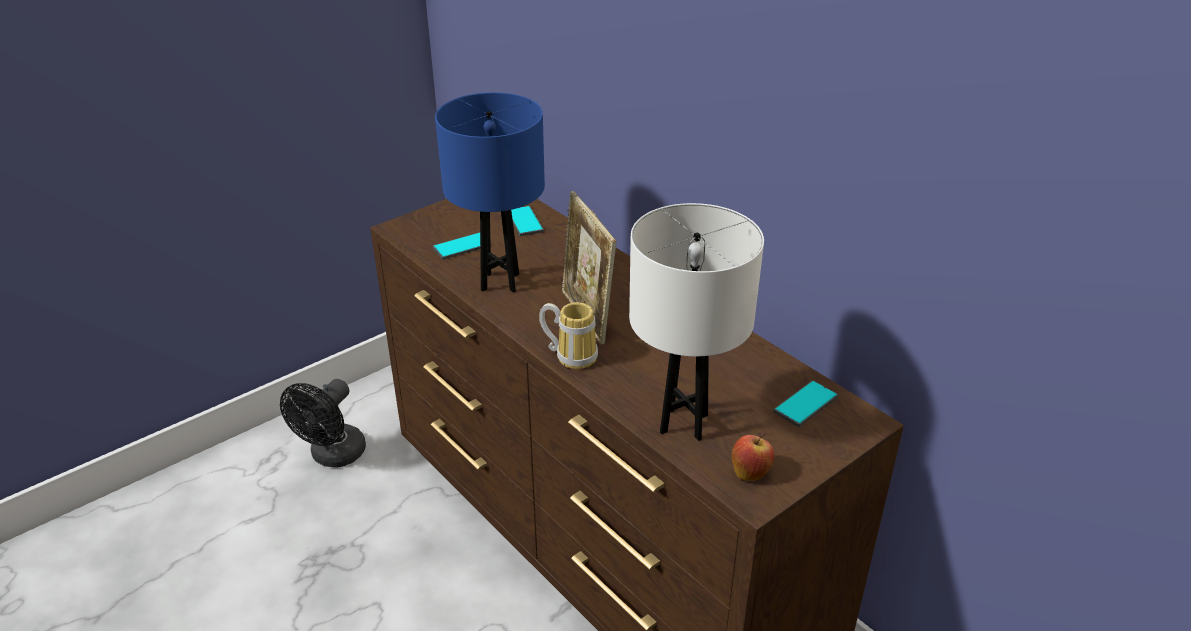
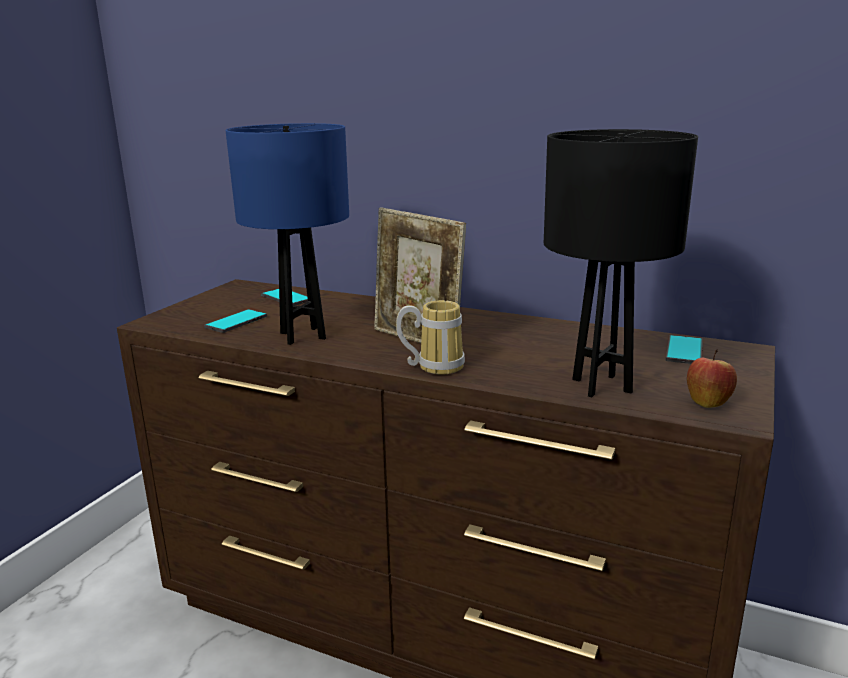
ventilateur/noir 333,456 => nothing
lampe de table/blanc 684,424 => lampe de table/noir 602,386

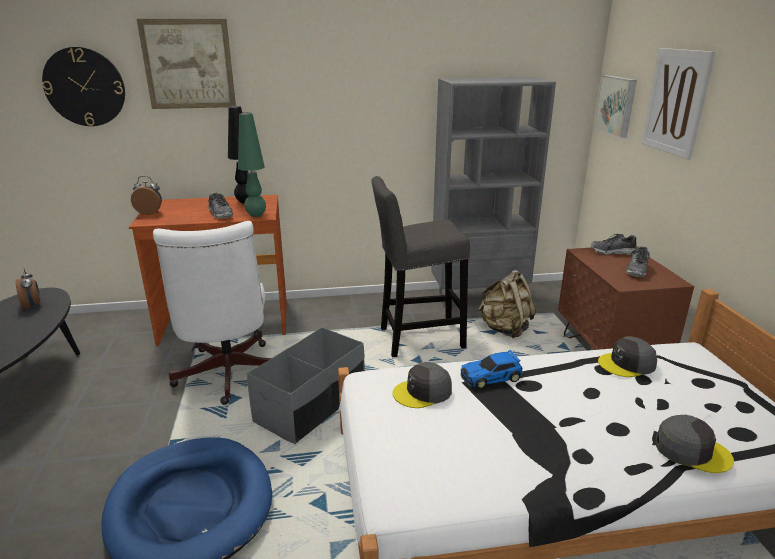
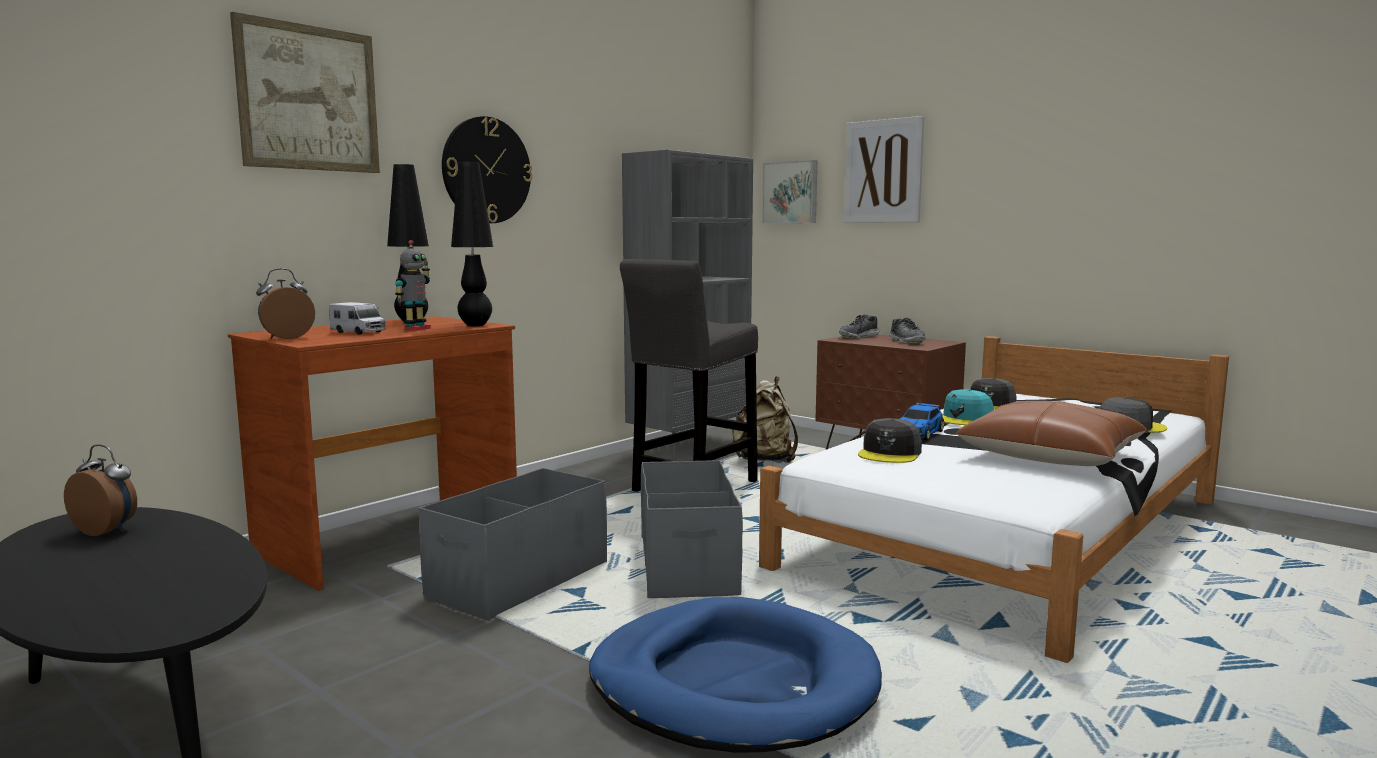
horloge murale 85,87 => horloge murale 486,170, moved
chaise de bureau/blanc 228,376 => boîte de rangement/gris 518,580
chaussure 221,214 => robot jouet 416,329
lampe de table/vert 256,215 => lampe de table/noir 475,325
nothing => camion jouet 358,332
nothing => casquette/turquoise 964,419
nothing => coussin/marron 1050,456

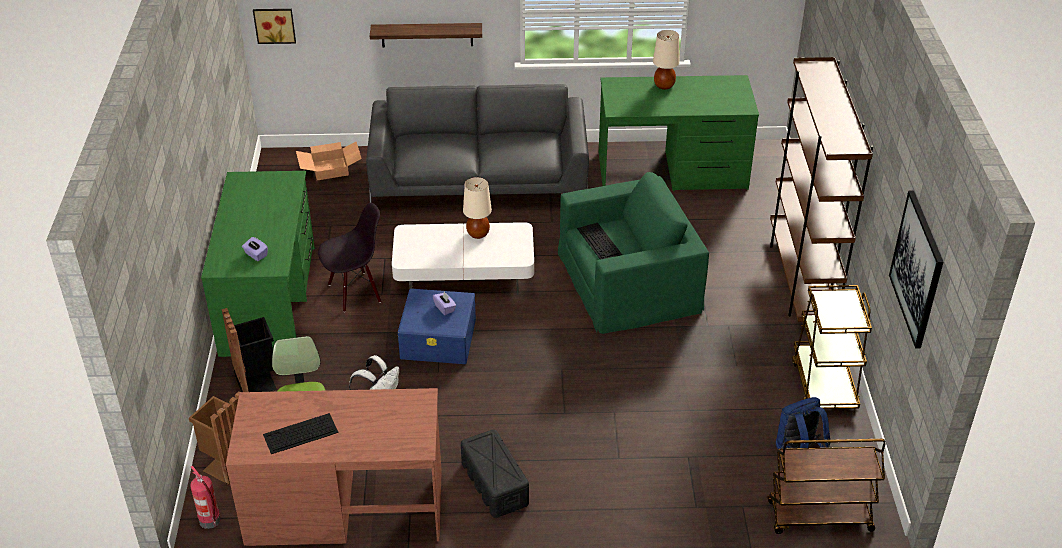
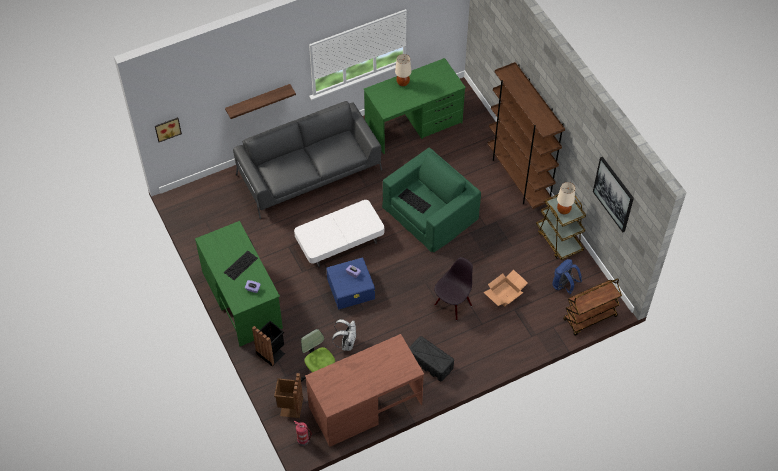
clavier 300,434 => clavier 240,265, moved
carton 330,168 => carton 504,293, moved
chaise/noir 354,292 => chaise/noir 452,304, moved
lampe de table/beige 478,234 => lampe de table/beige 563,210, moved

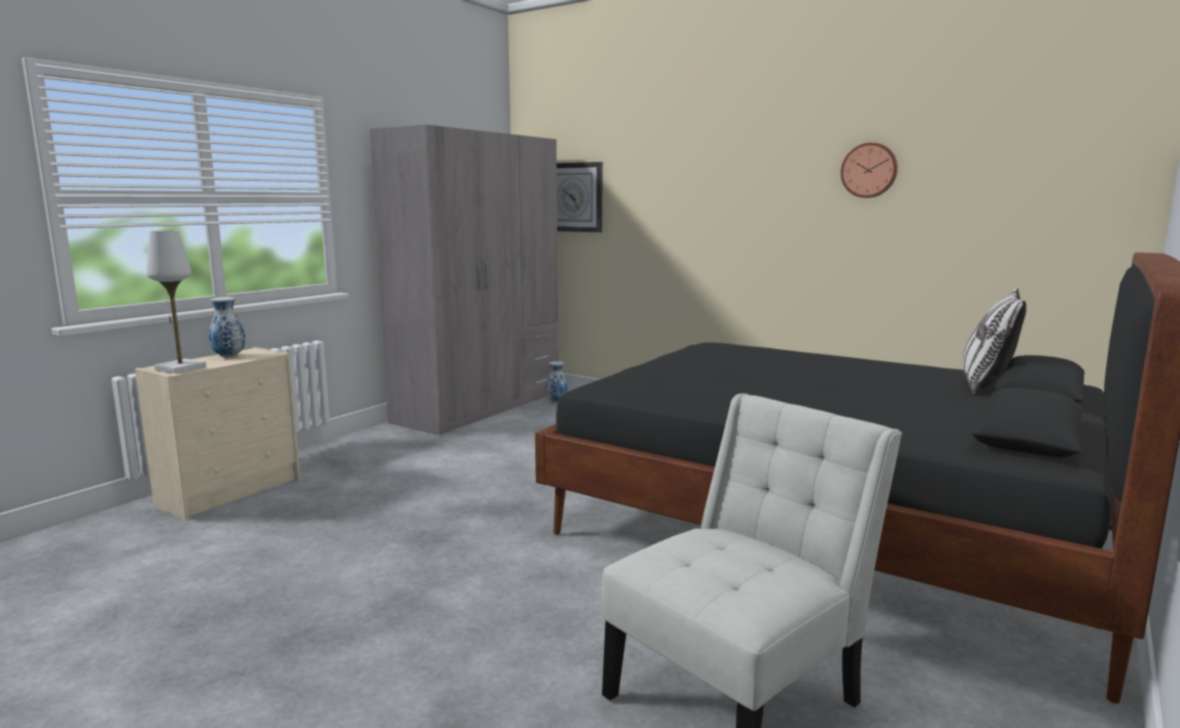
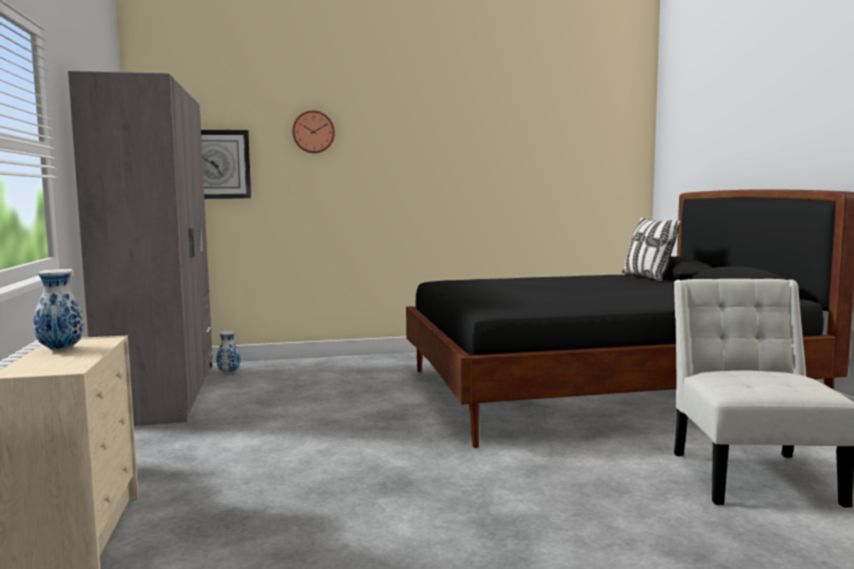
lampe de table/blanc 180,368 => nothing
horloge murale 869,170 => horloge murale 313,132, moved

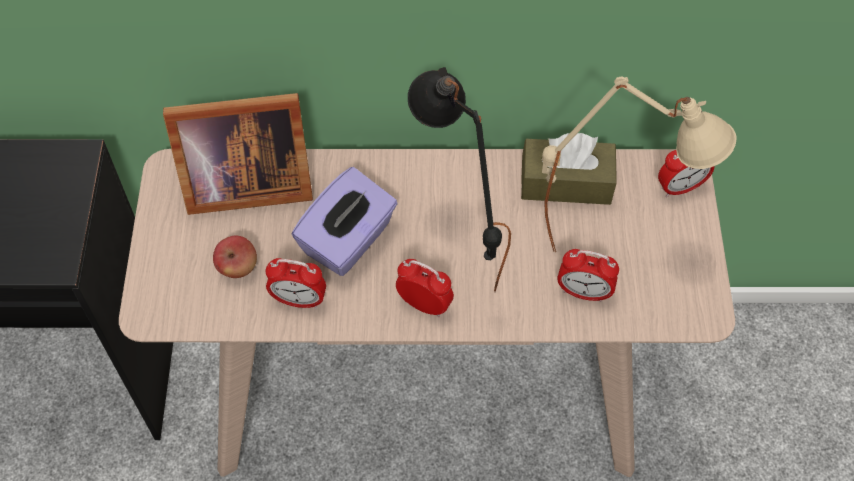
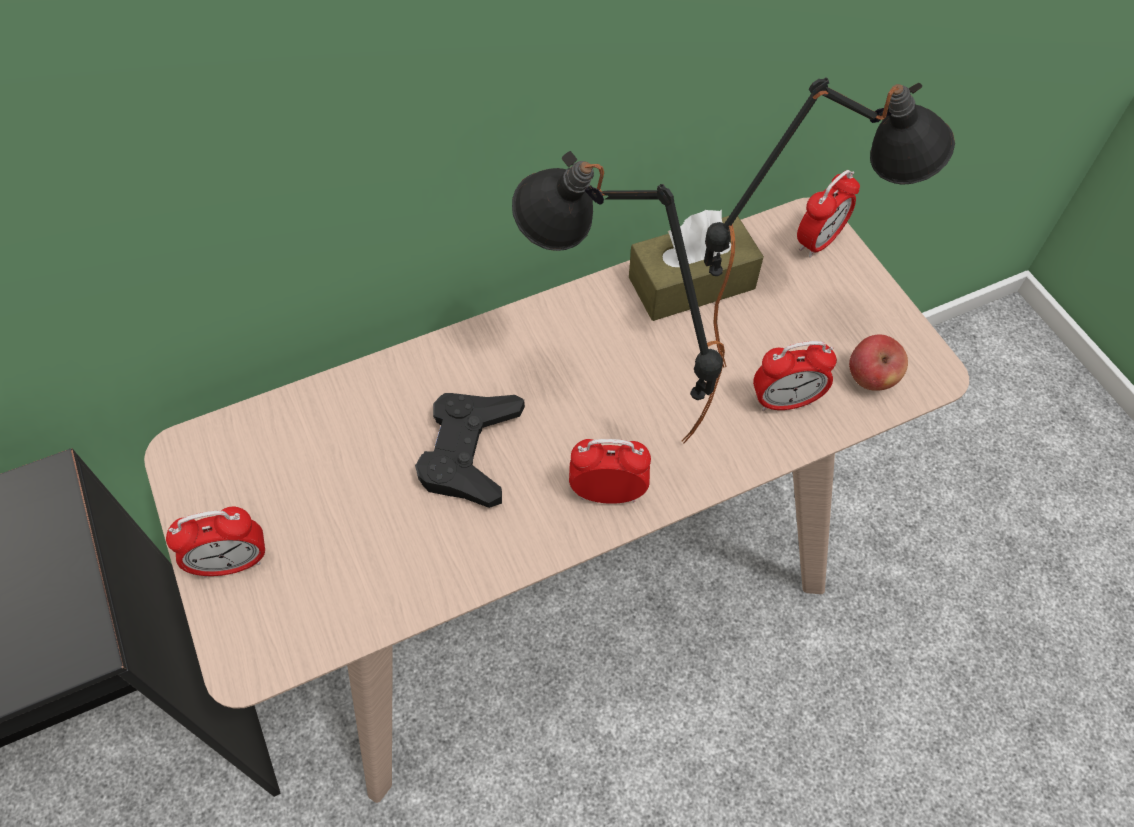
cadre photo 243,183 => nothing
pomme 238,267 => pomme 871,378, moved
réveil 299,300 => réveil 232,563, moved
boîte à mouchoirs/violet 348,240 => manette/noir 470,452
lampe de table/beige 611,241 => lampe de table/noir 780,330

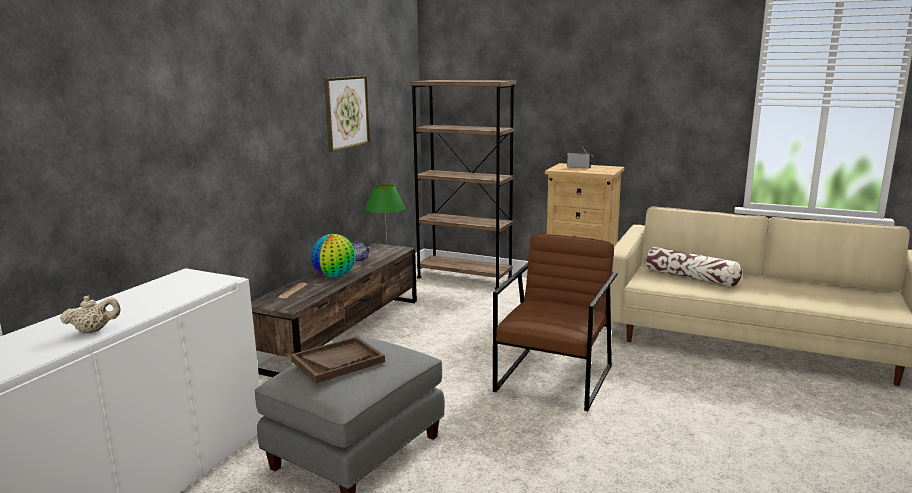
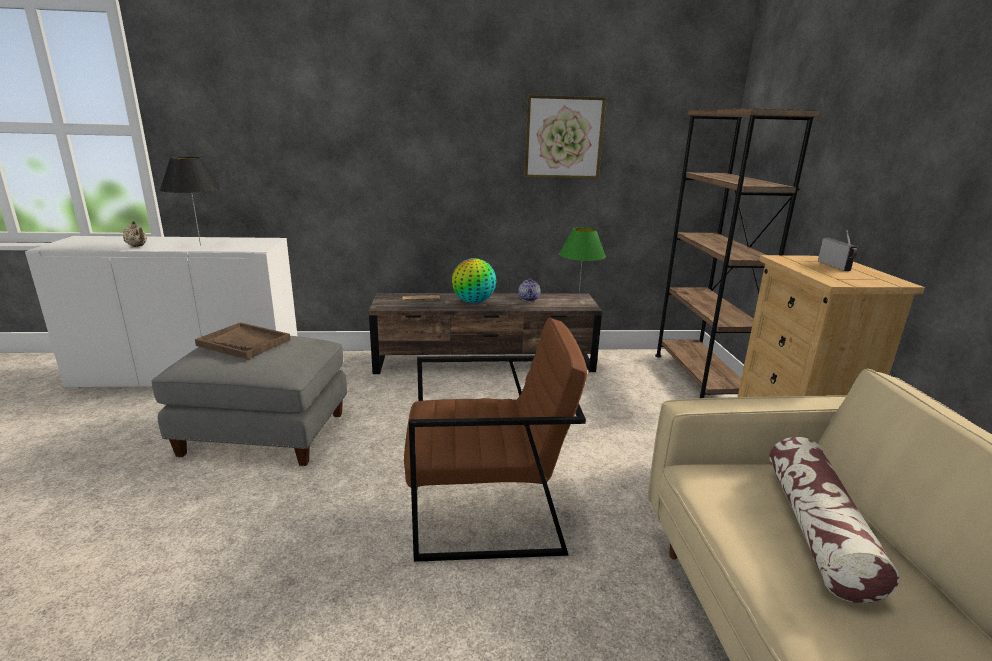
nothing => lampe de table/noir 200,245

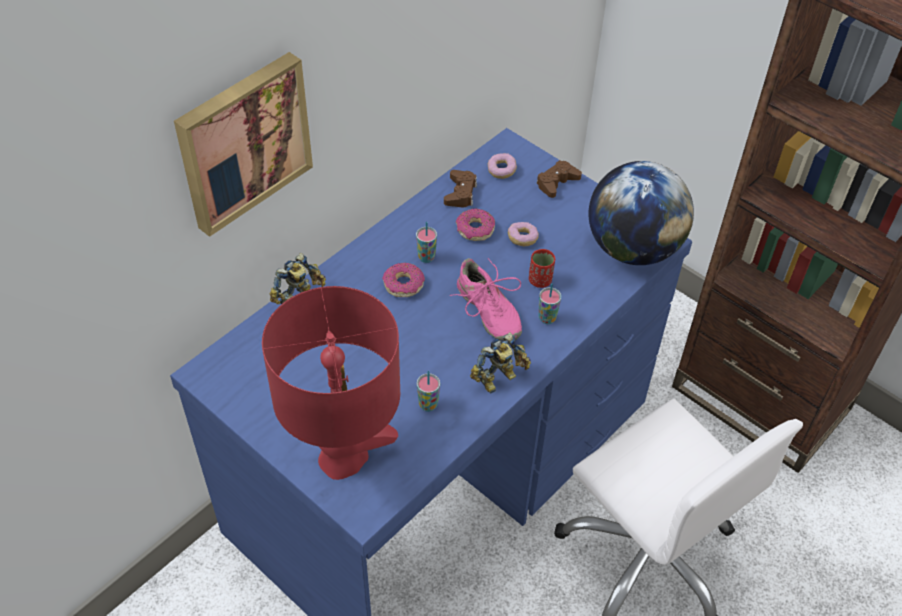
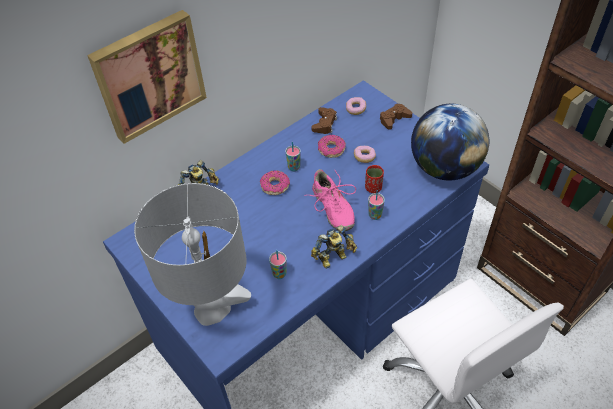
lampe de table/rouge 343,458 => lampe de table/gris 212,310

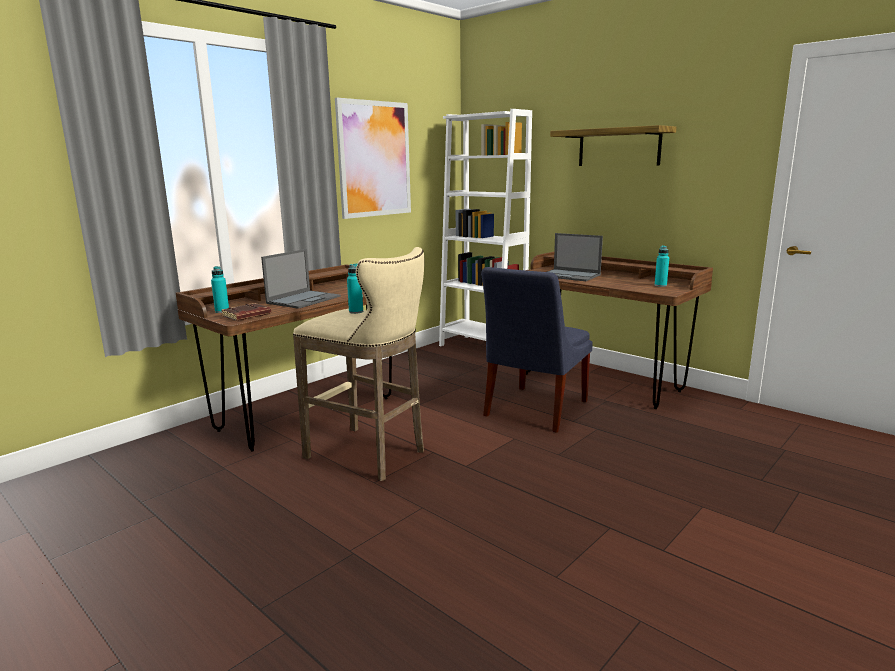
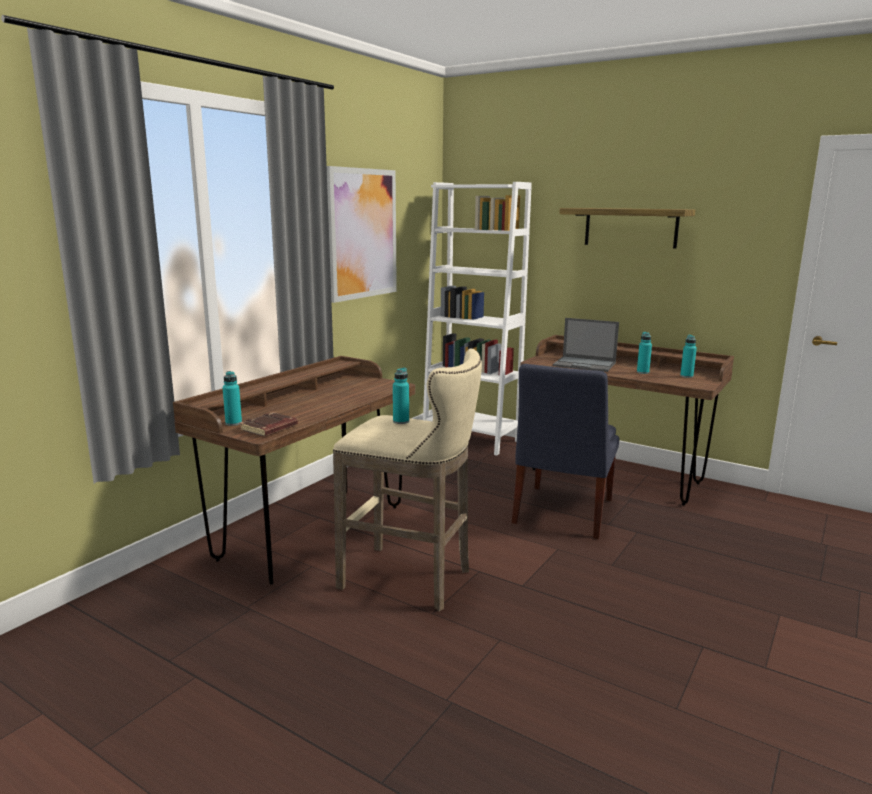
ordinateur portable 304,299 => nothing
nothing => bouteille/turquoise 642,372

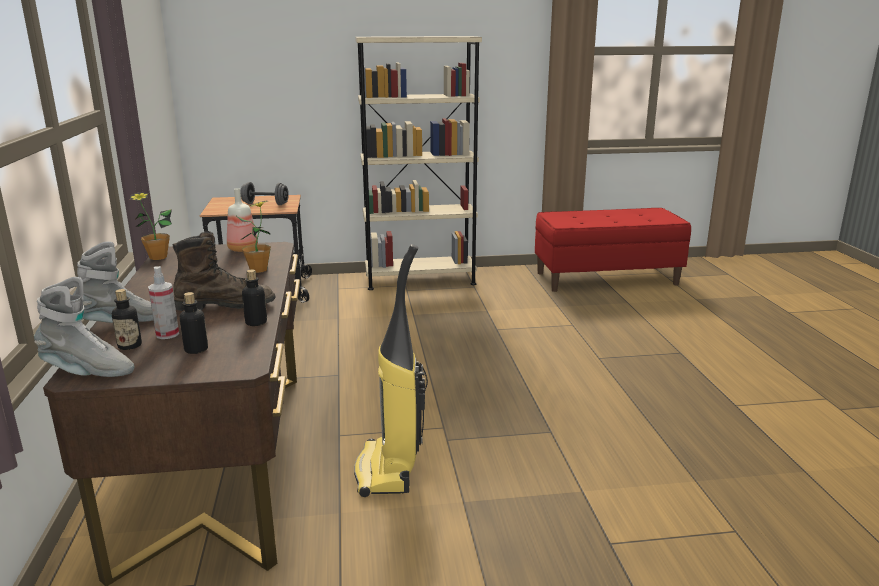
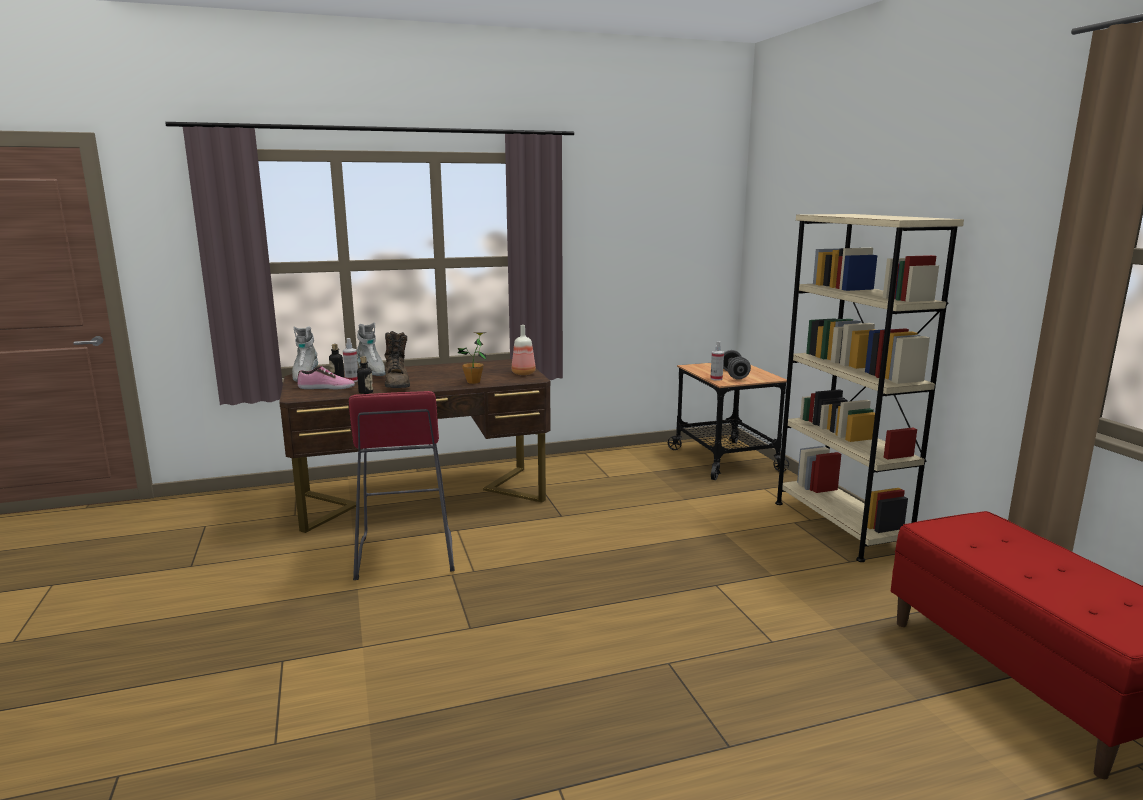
plante en pot 158,257 => nothing
bouteille 196,349 => chaussure 326,387
aspirateur 388,471 => tabouret/rouge 404,554
nothing => vaporisateur 716,379

